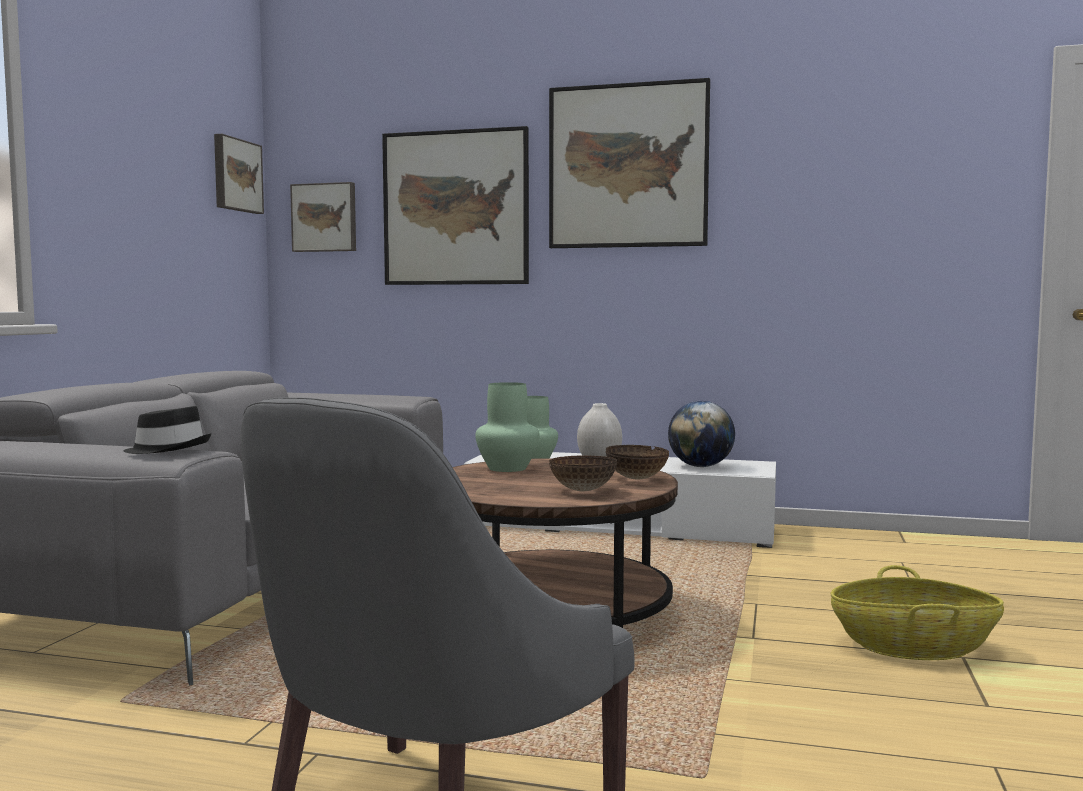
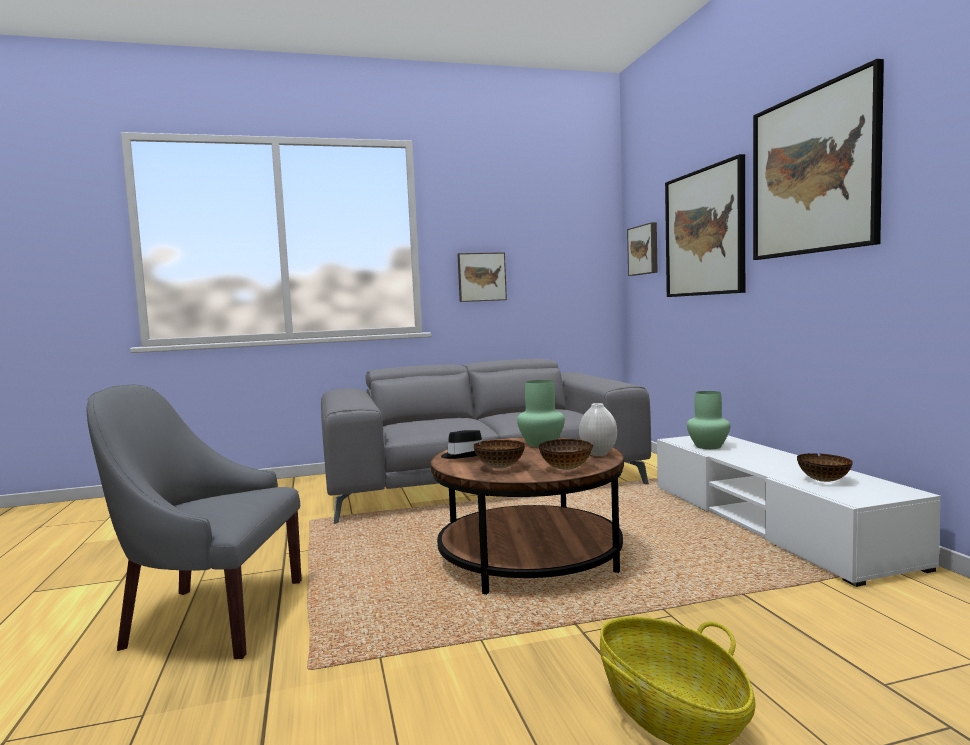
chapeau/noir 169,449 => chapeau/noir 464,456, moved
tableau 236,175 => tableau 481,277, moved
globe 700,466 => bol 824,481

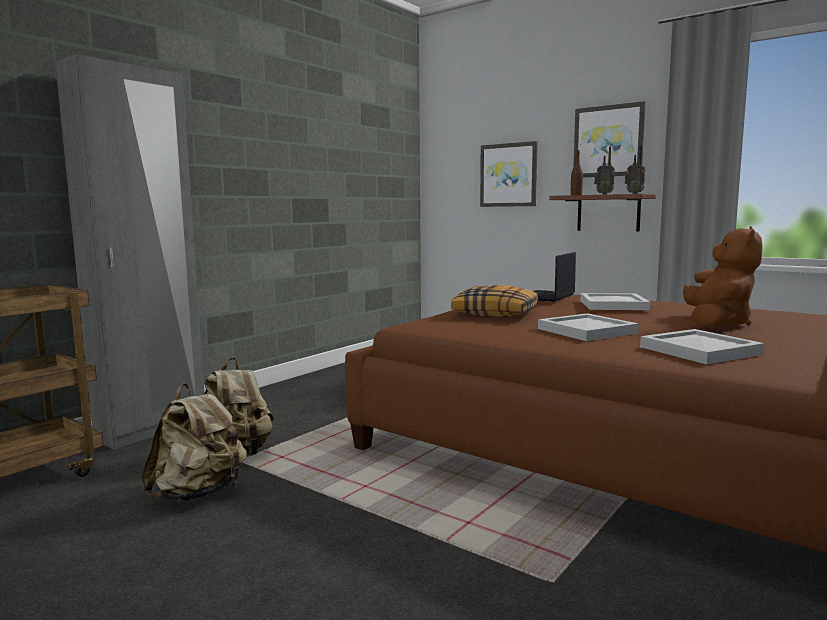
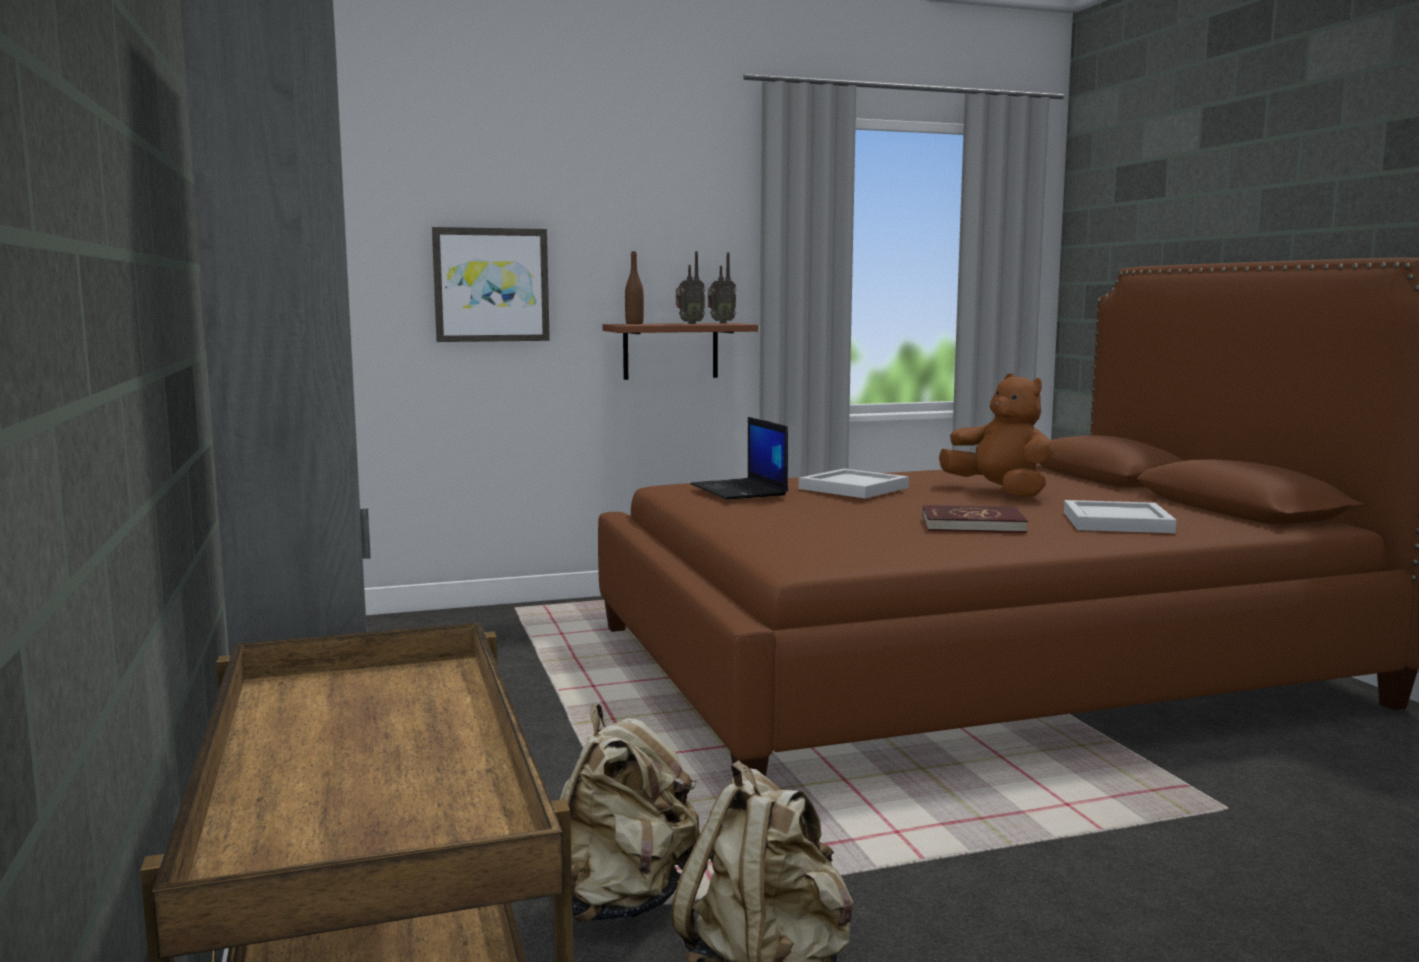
coussin 496,313 => nothing
plateau/blanc 586,331 => livre/rouge 972,524
tableau 608,141 => nothing

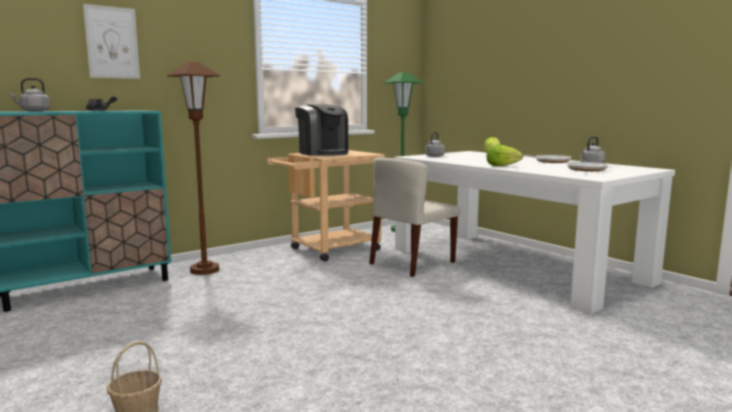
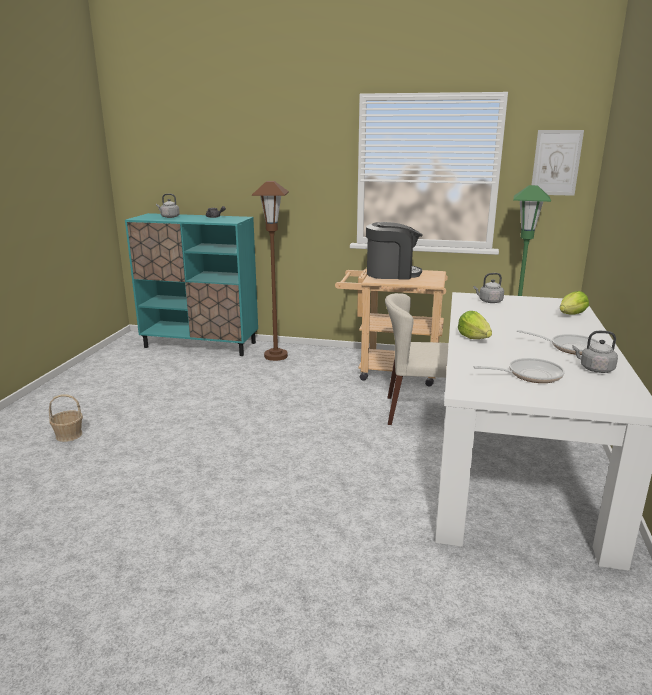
tableau 112,42 => tableau 556,163, moved
machine à café 323,153 => machine à café 392,274, 105 degrees counterclockwise

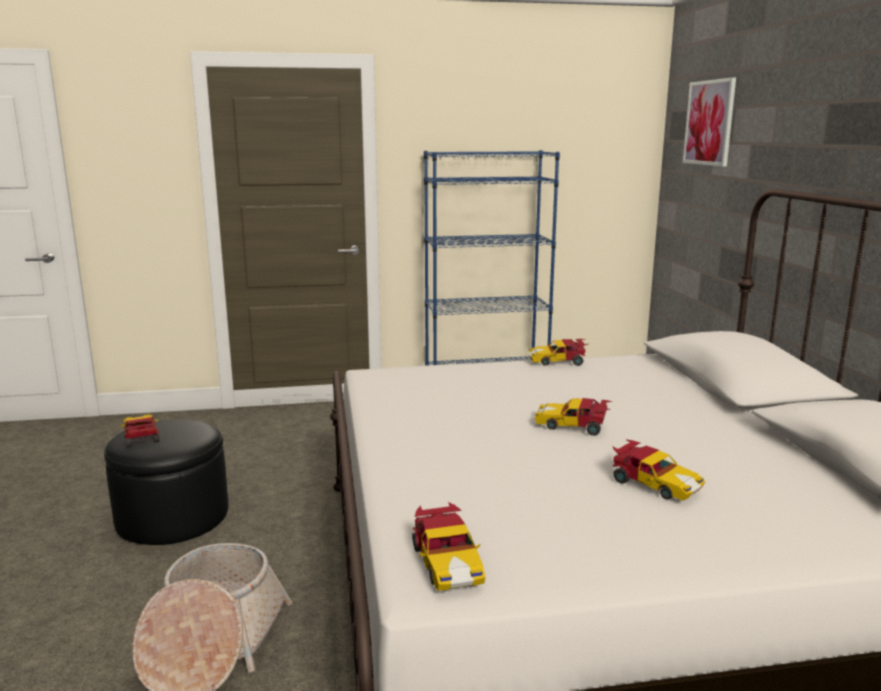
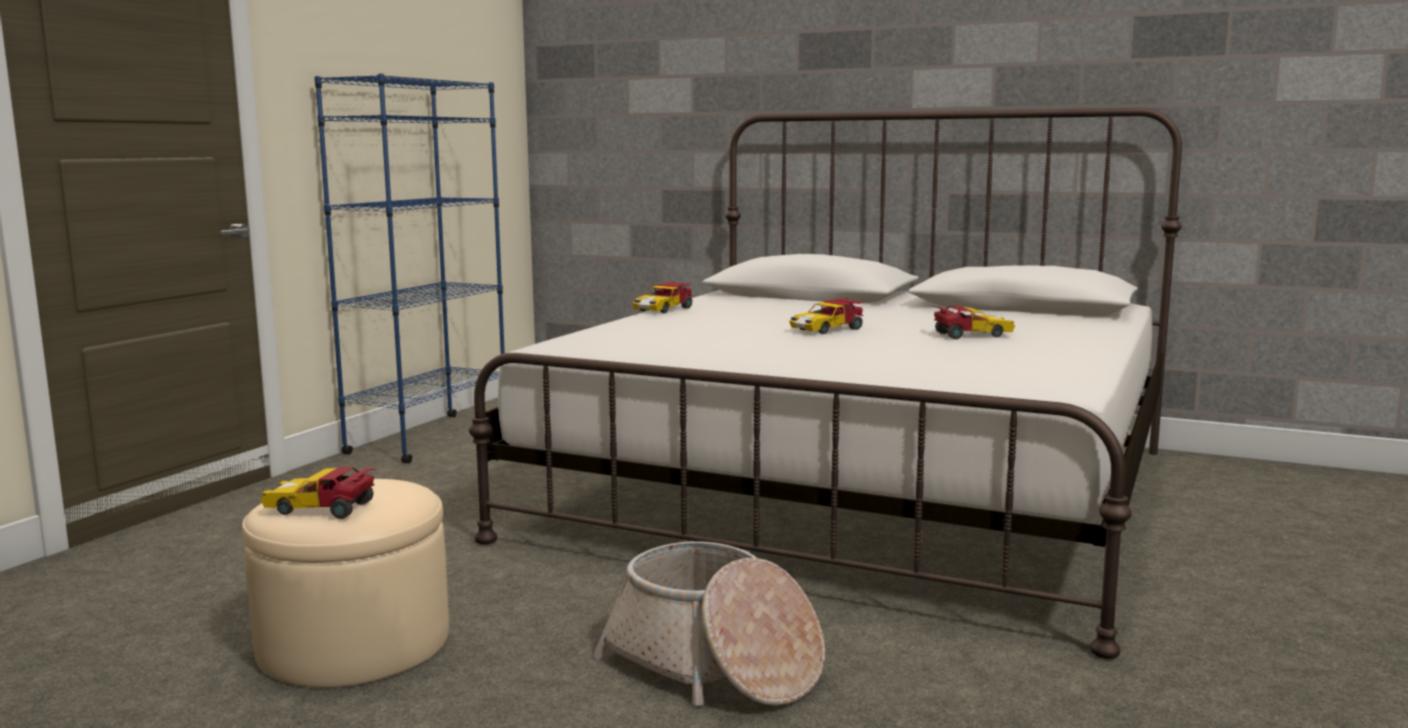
pouf/noir 173,517 => pouf/beige 354,644
petite voiture 447,563 => nothing
tableau 709,123 => nothing

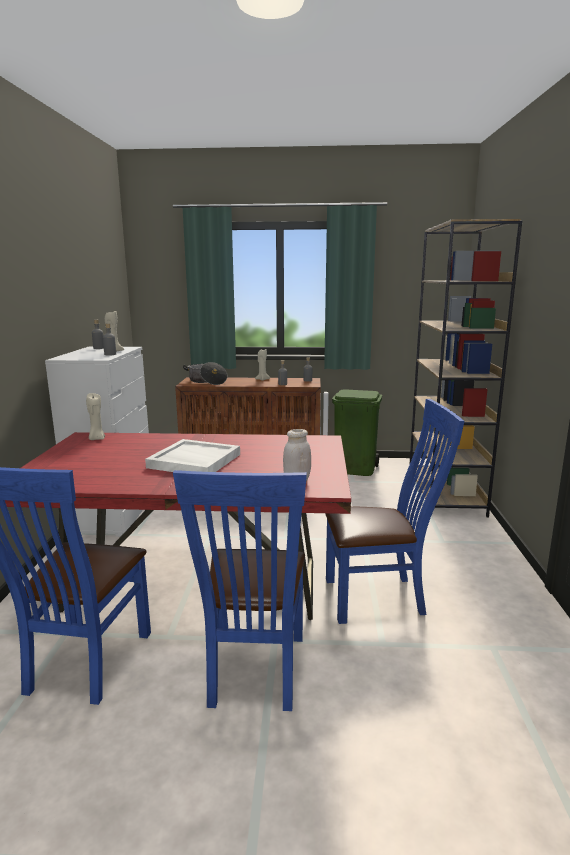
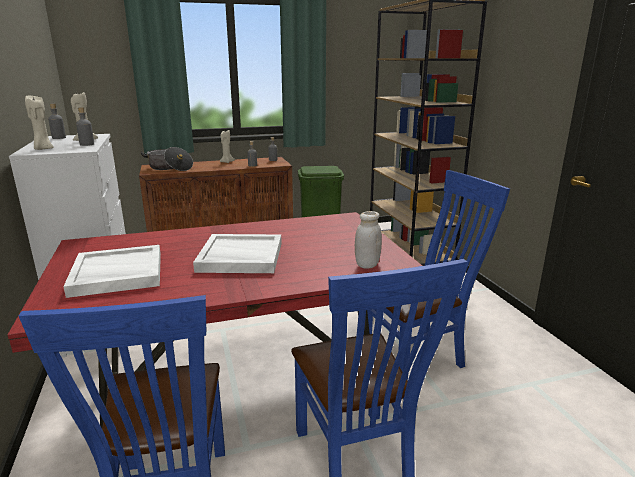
bougie/beige 97,439 => bougie/beige 43,149, moved
nothing => plateau/blanc 117,274

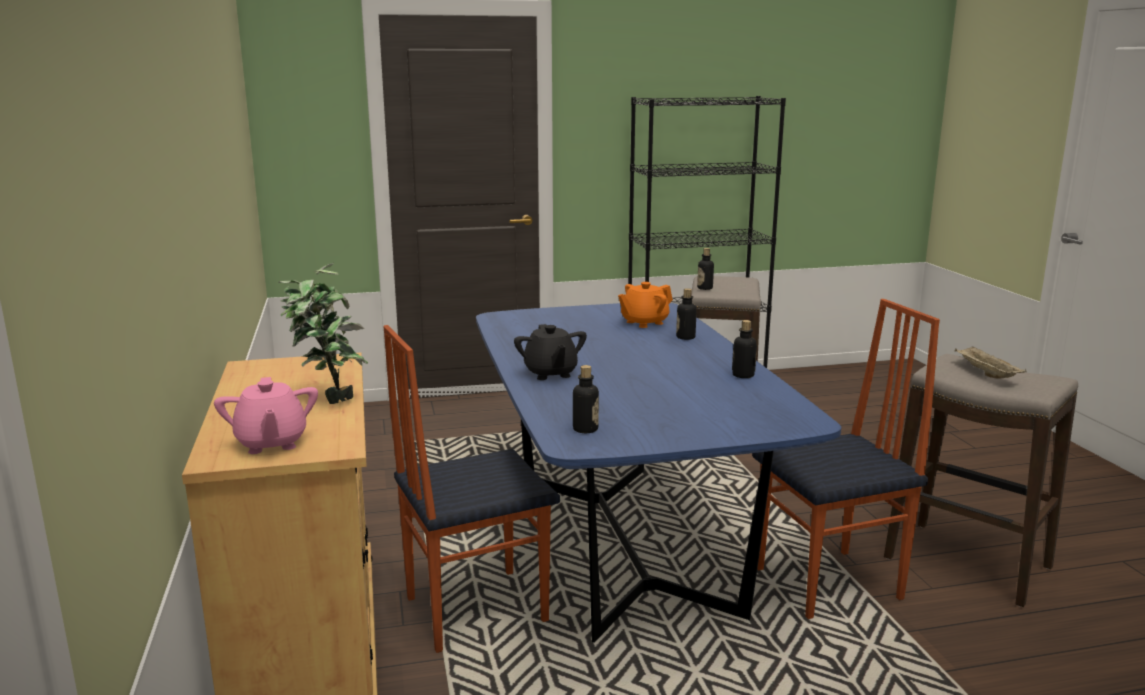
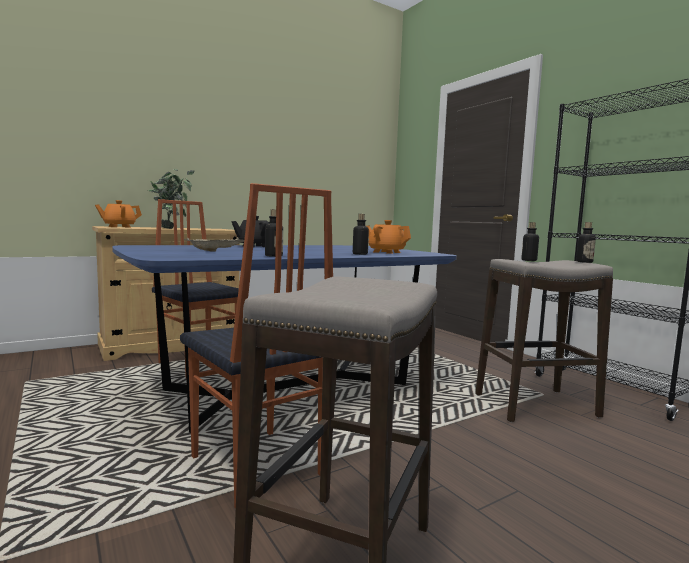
théière/rose 271,443 => théière/orange 119,227
bouteille 585,429 => bouteille 584,262, moved
plateau/beige 985,373 => plateau/beige 217,251, moved

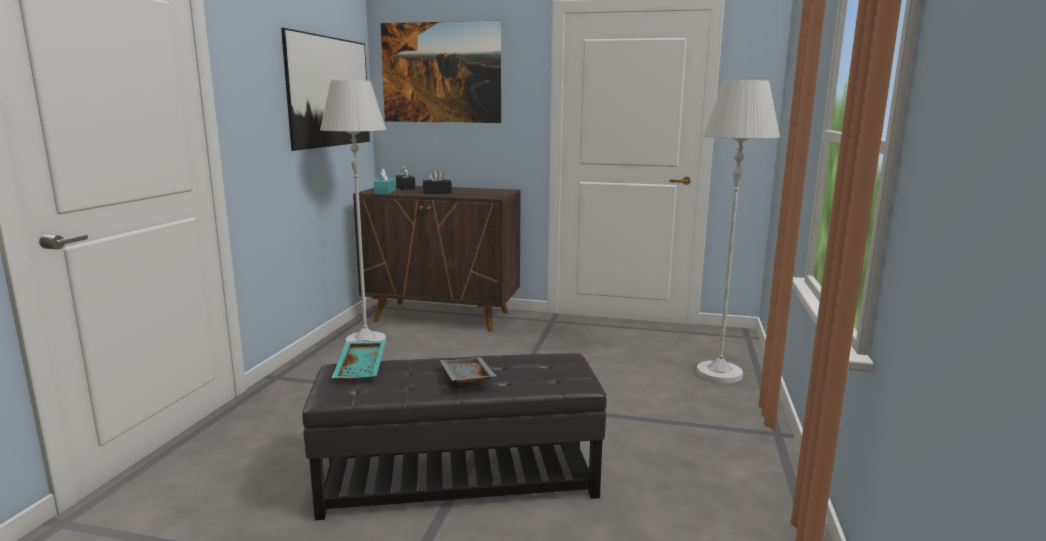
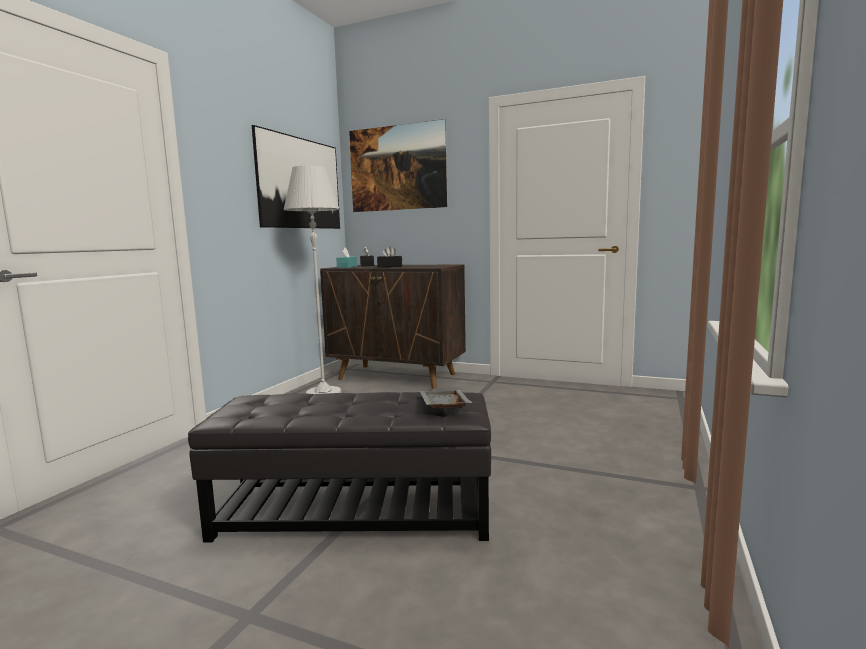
plateau/turquoise 362,368 => nothing
plateau/gris 465,378 => plateau/gris 442,407, moved
lampadaire/blanc 719,373 => nothing

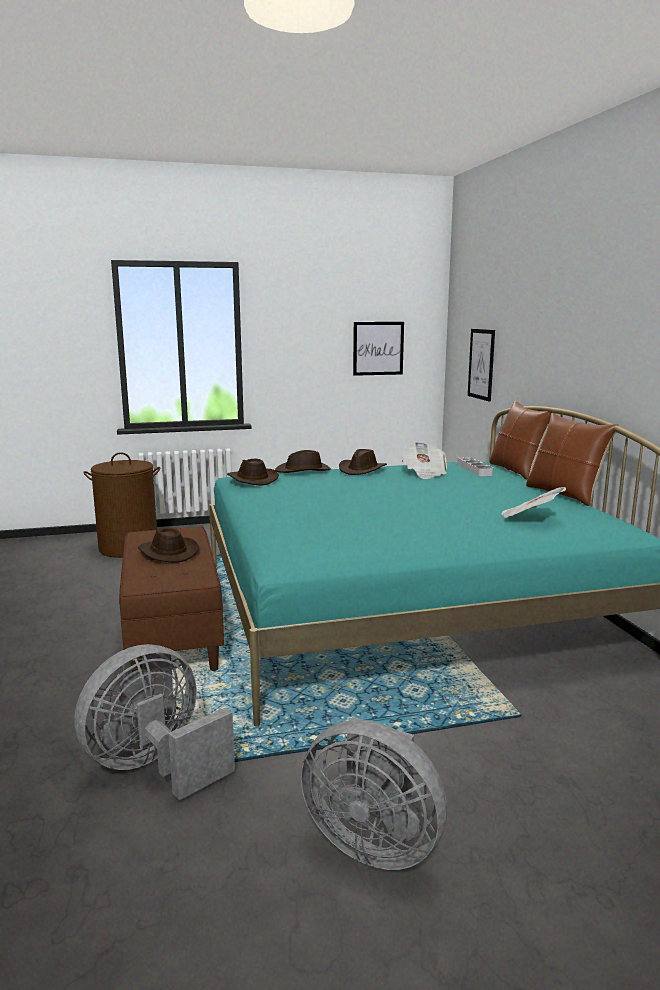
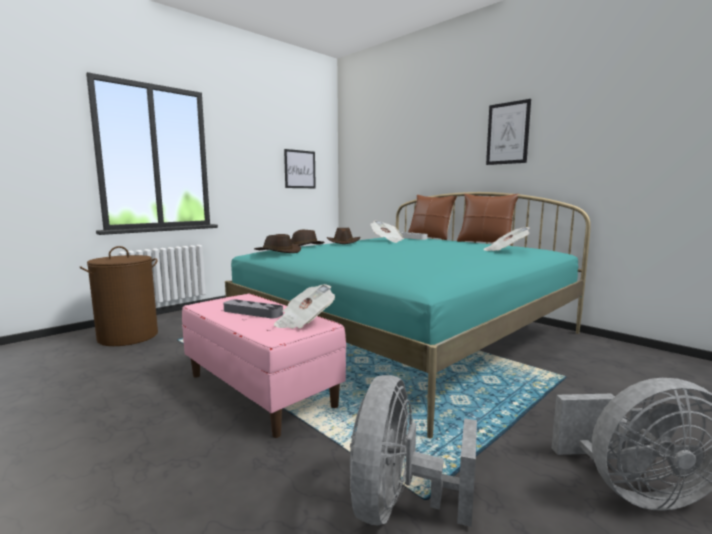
banc/marron 173,634 => banc/rose 261,390
chapeau/marron 167,553 => plateau/gris 253,312
tableau 481,364 => tableau 507,133, moved
nothing => journal 304,322

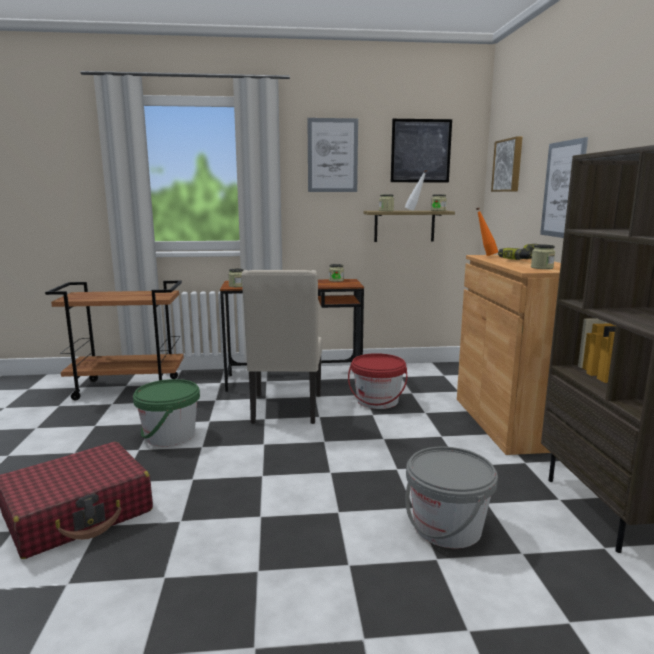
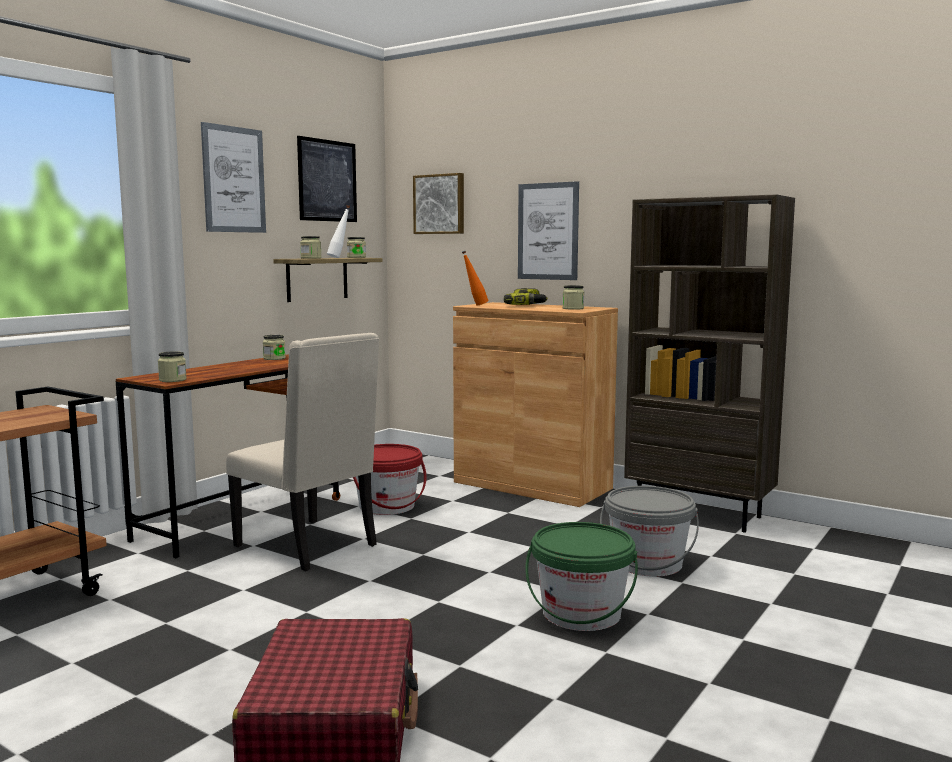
seau/vert 170,435 => seau/vert 581,614, moved

